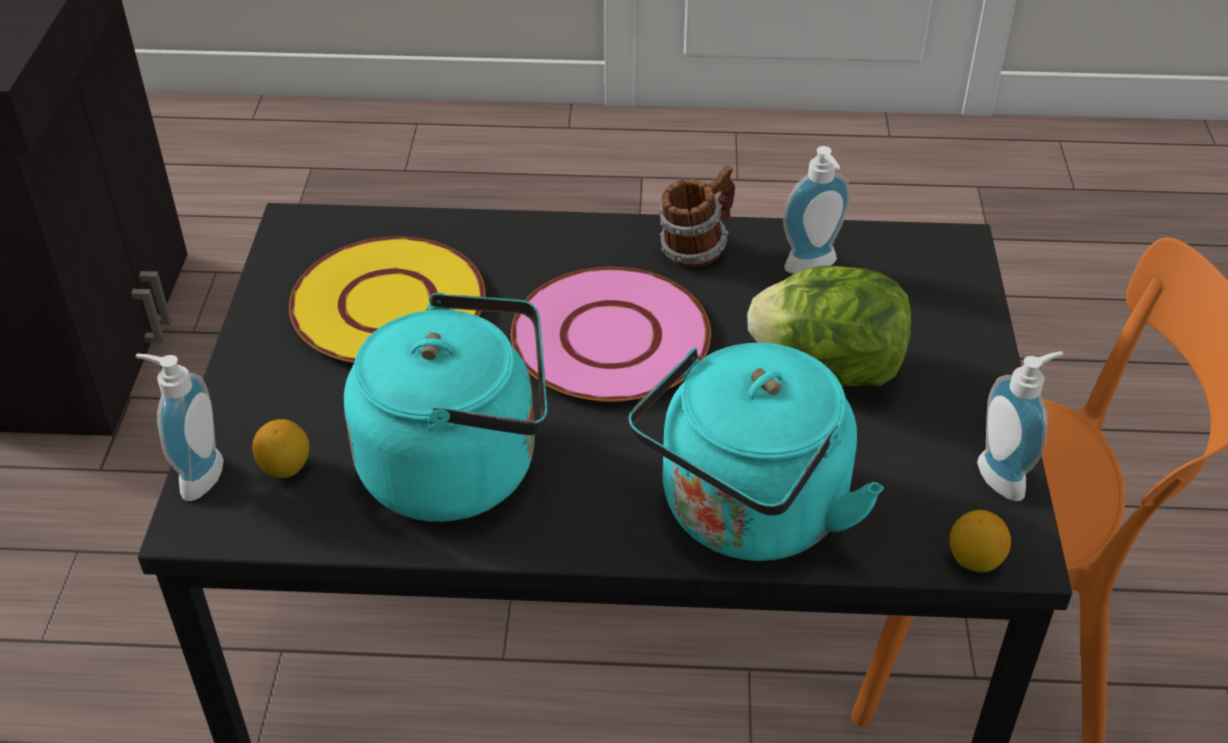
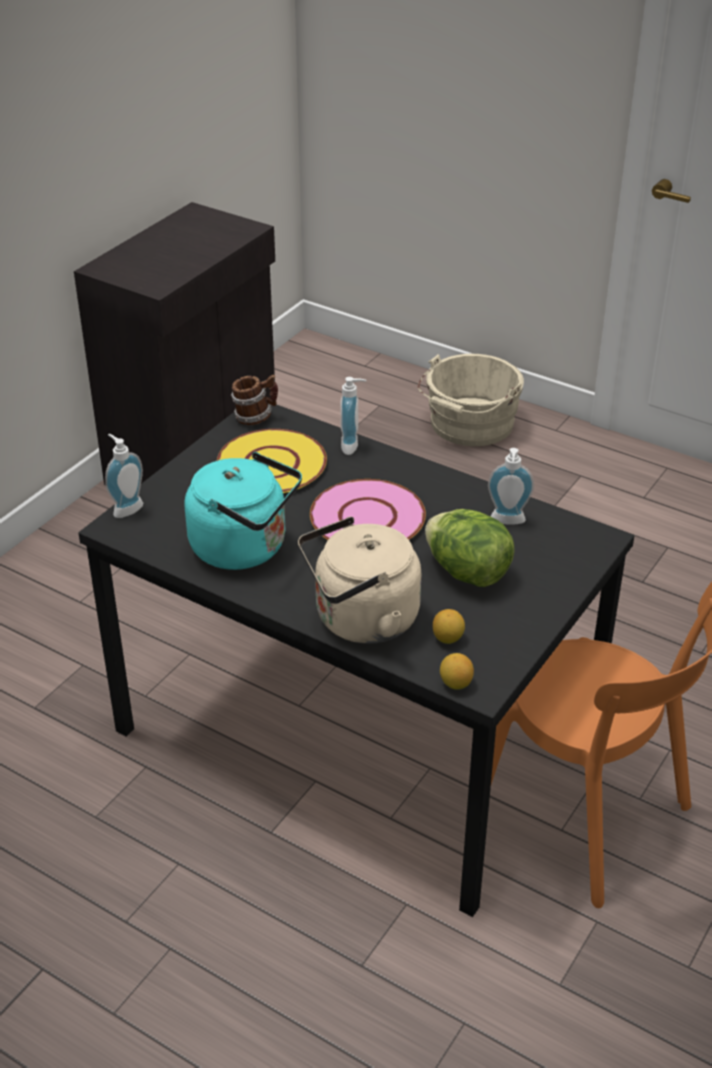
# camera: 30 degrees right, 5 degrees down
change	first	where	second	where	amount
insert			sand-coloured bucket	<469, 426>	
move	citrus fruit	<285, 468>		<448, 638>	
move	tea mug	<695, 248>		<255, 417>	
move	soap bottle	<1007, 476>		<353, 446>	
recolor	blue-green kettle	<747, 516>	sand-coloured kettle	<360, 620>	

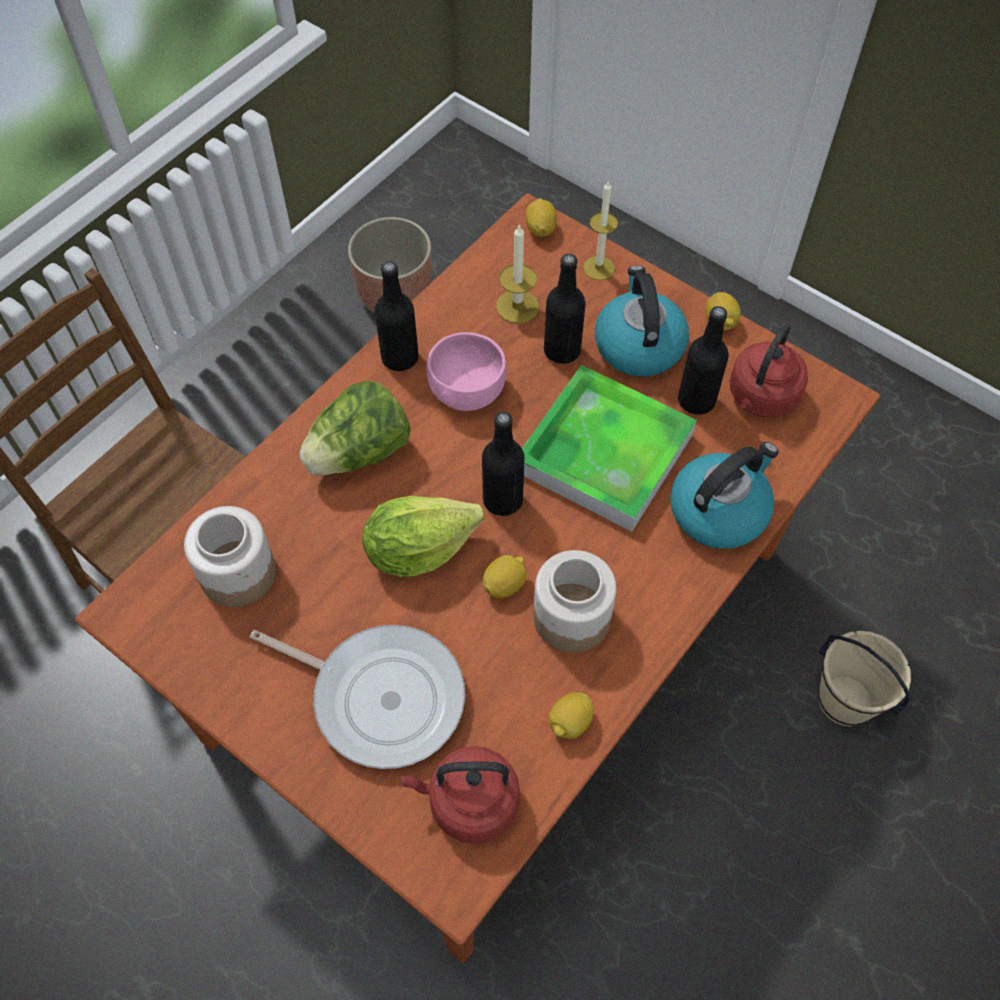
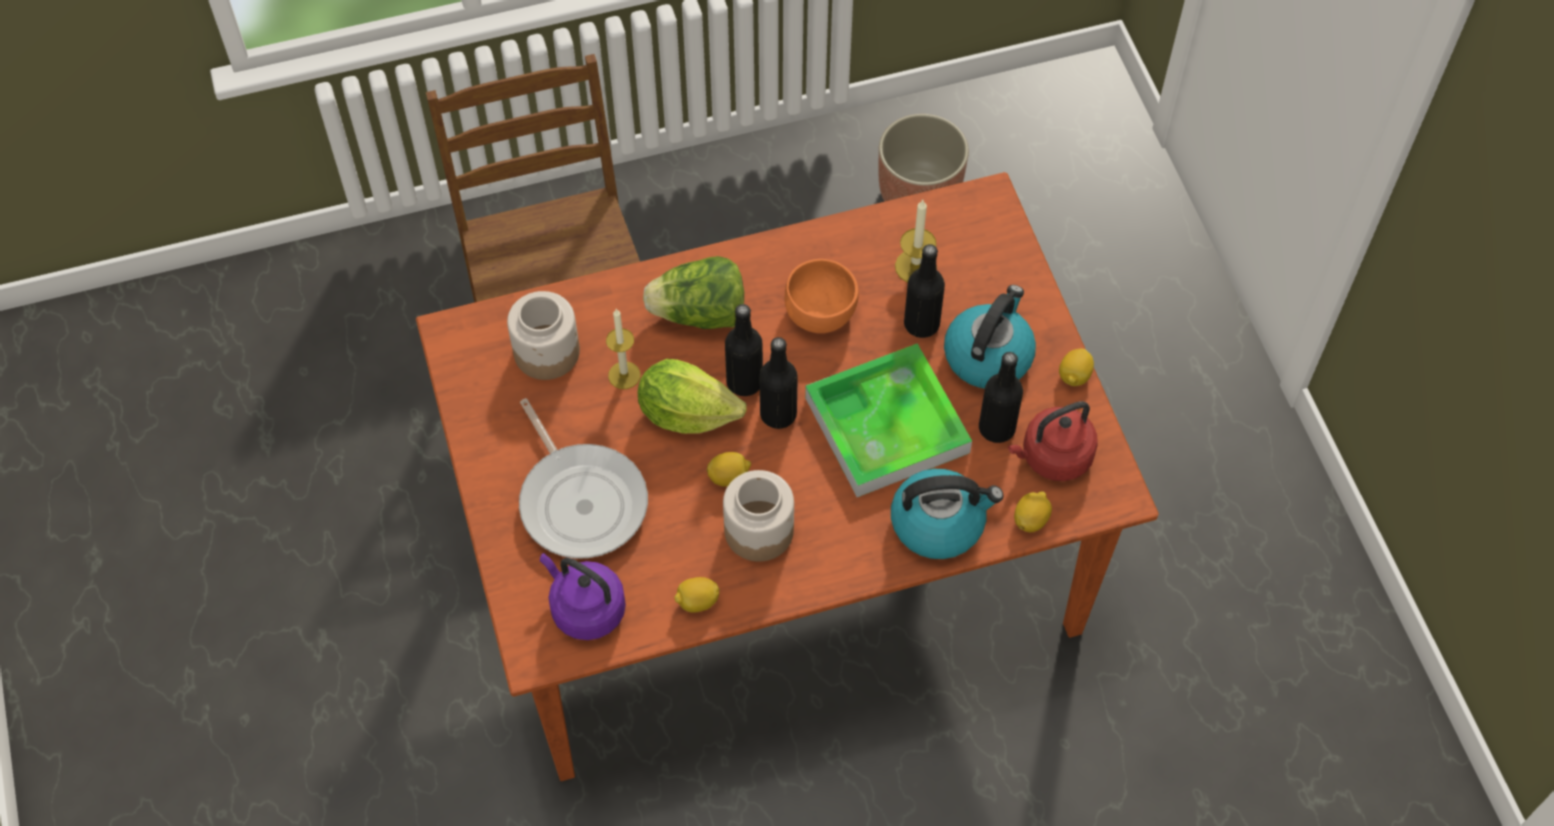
# camera: 35 degrees right, 0 degrees up
change	first	where	second	where	amount
delete	sand-coloured bucket	<846, 700>			
move	black bottle	<400, 358>		<744, 382>	
move	citrus fruit	<540, 229>		<1031, 519>	
move	wax light	<598, 268>		<624, 375>	
recolor	red-coloured kettle	<468, 802>	purplish kettle	<585, 608>	
recolor	pinkish deep dish	<467, 389>	orange deep dish	<821, 311>	

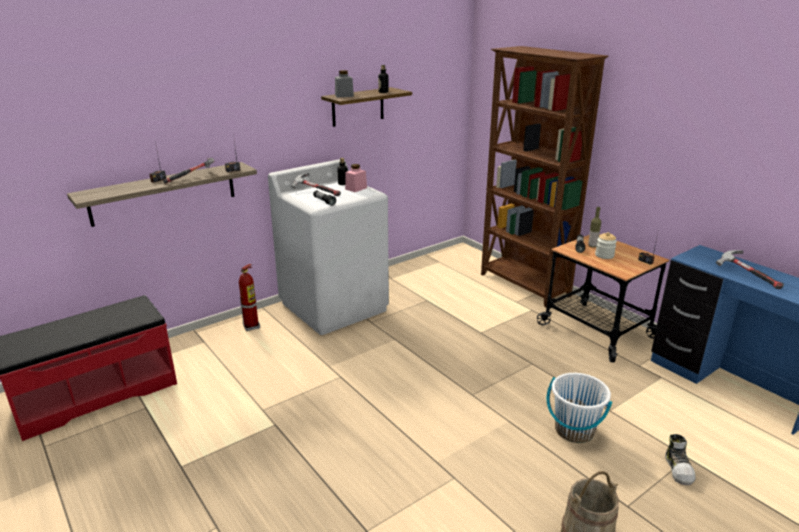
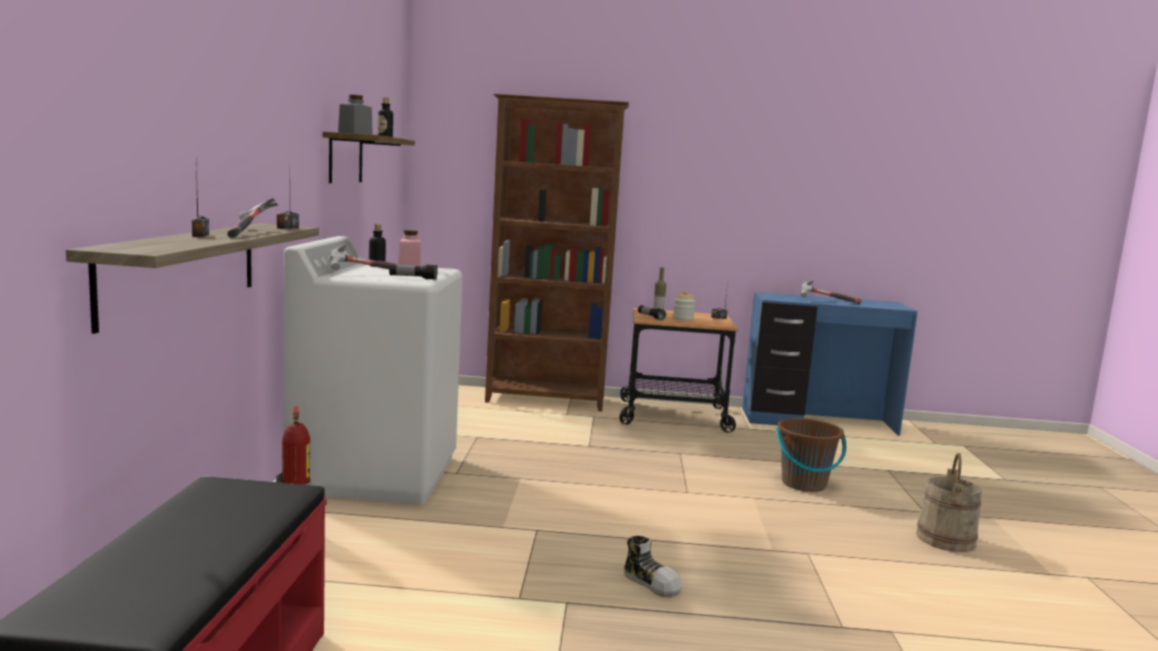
# camera: 50 degrees left, 15 degrees down
change	first	where	second	where	amount
move	low shoe	<679, 468>		<651, 583>	
recolor	whitish bucket	<574, 430>	brown bucket	<804, 484>	

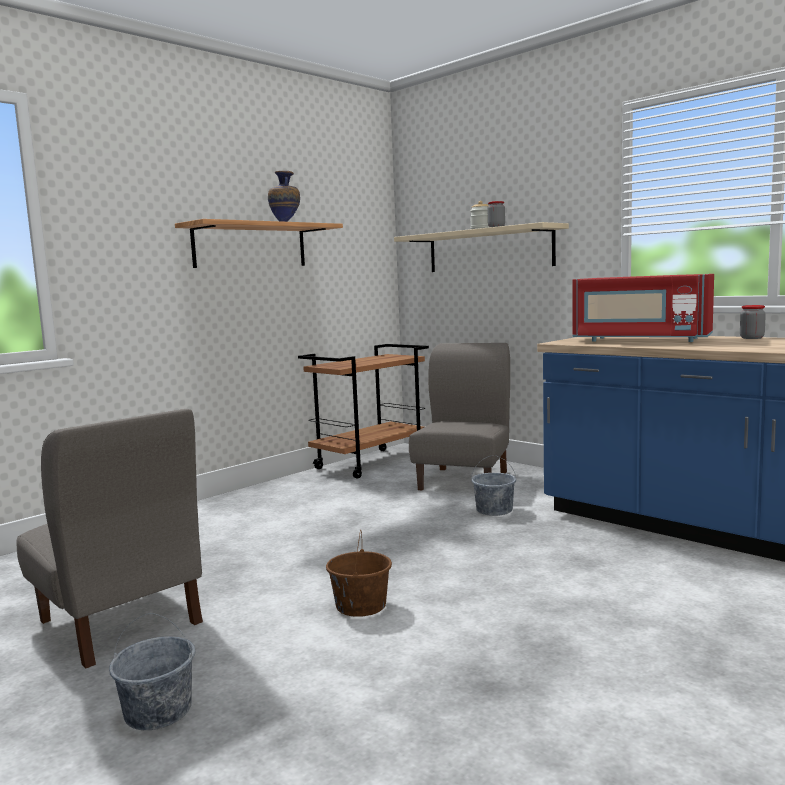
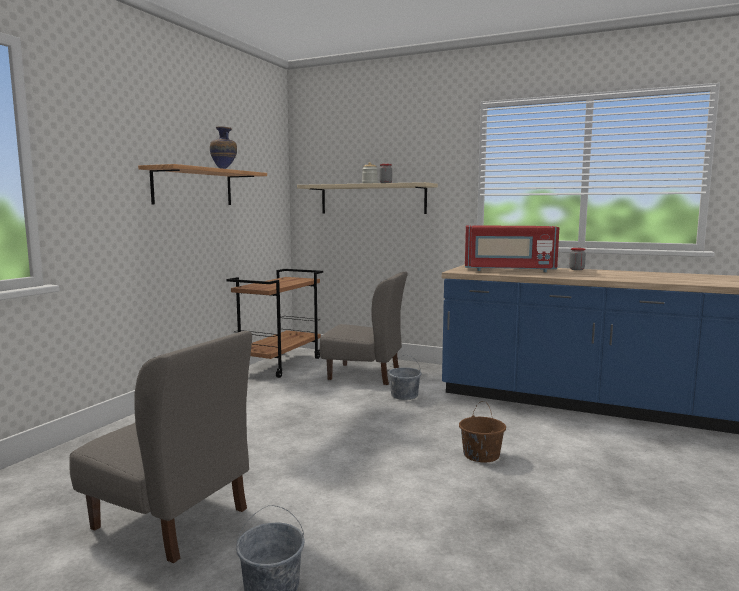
# camera: 20 degrees left, 0 degrees up
change	first	where	second	where	amount
move	brown bucket	<361, 605>		<481, 455>	
rotate	grey upright chair	<464, 480>		<365, 374>	105 degrees clockwise

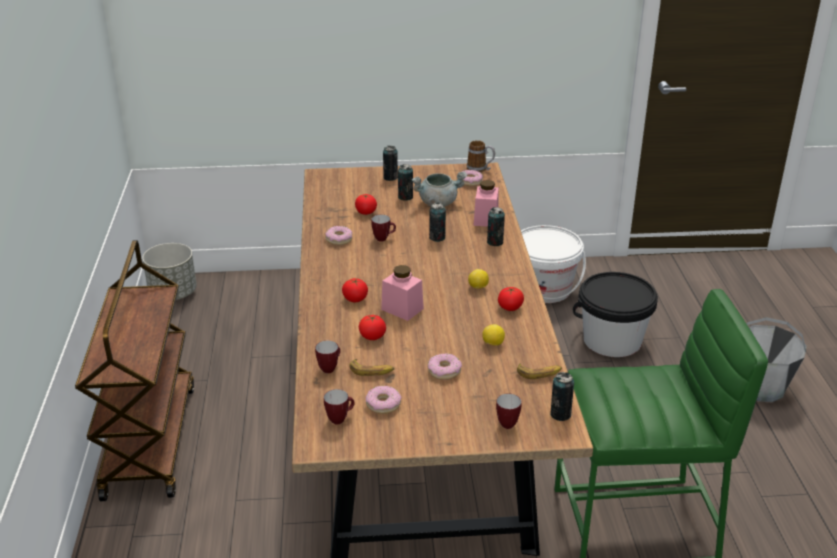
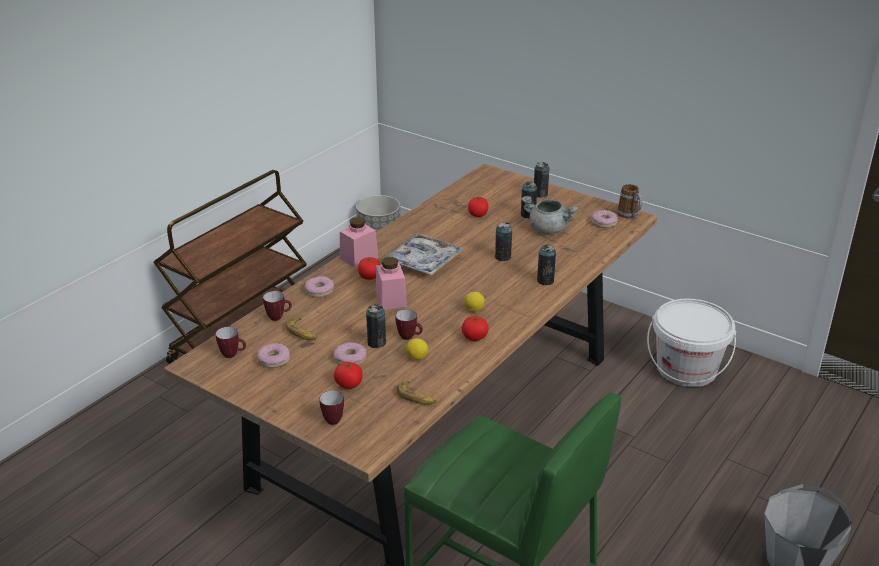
# camera: 40 degrees right, 0 degrees up
change	first	where	second	where	amount
delete	black bucket	<612, 340>			
insert			serving tray	<423, 261>	
move	ring doughnut	<339, 239>		<319, 291>	
move	tomato	<372, 336>		<348, 384>	
move	tea mug	<383, 238>		<409, 337>	
move	pinkish preserve jar	<486, 219>		<359, 257>	
move	sealed can	<560, 414>		<376, 343>	

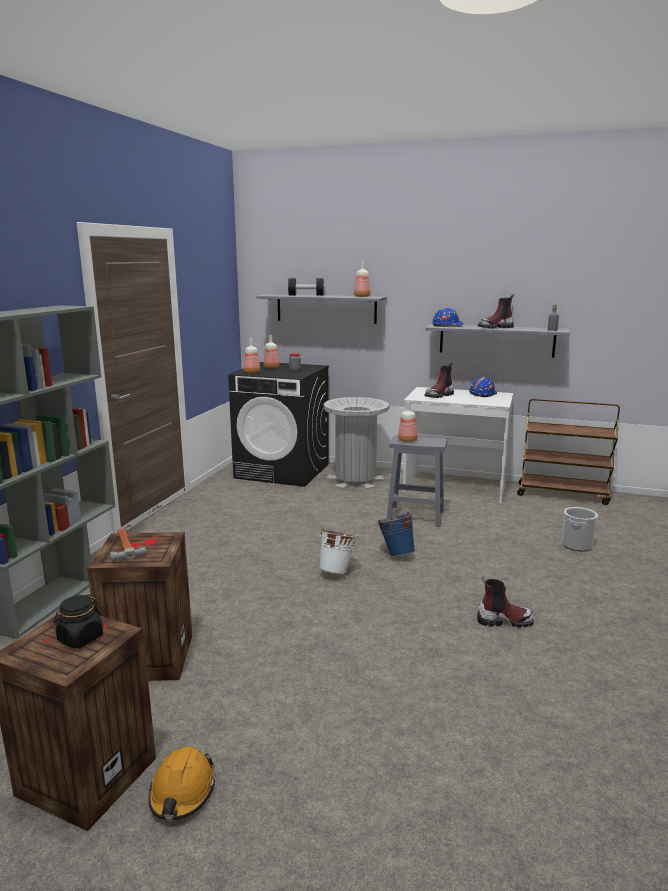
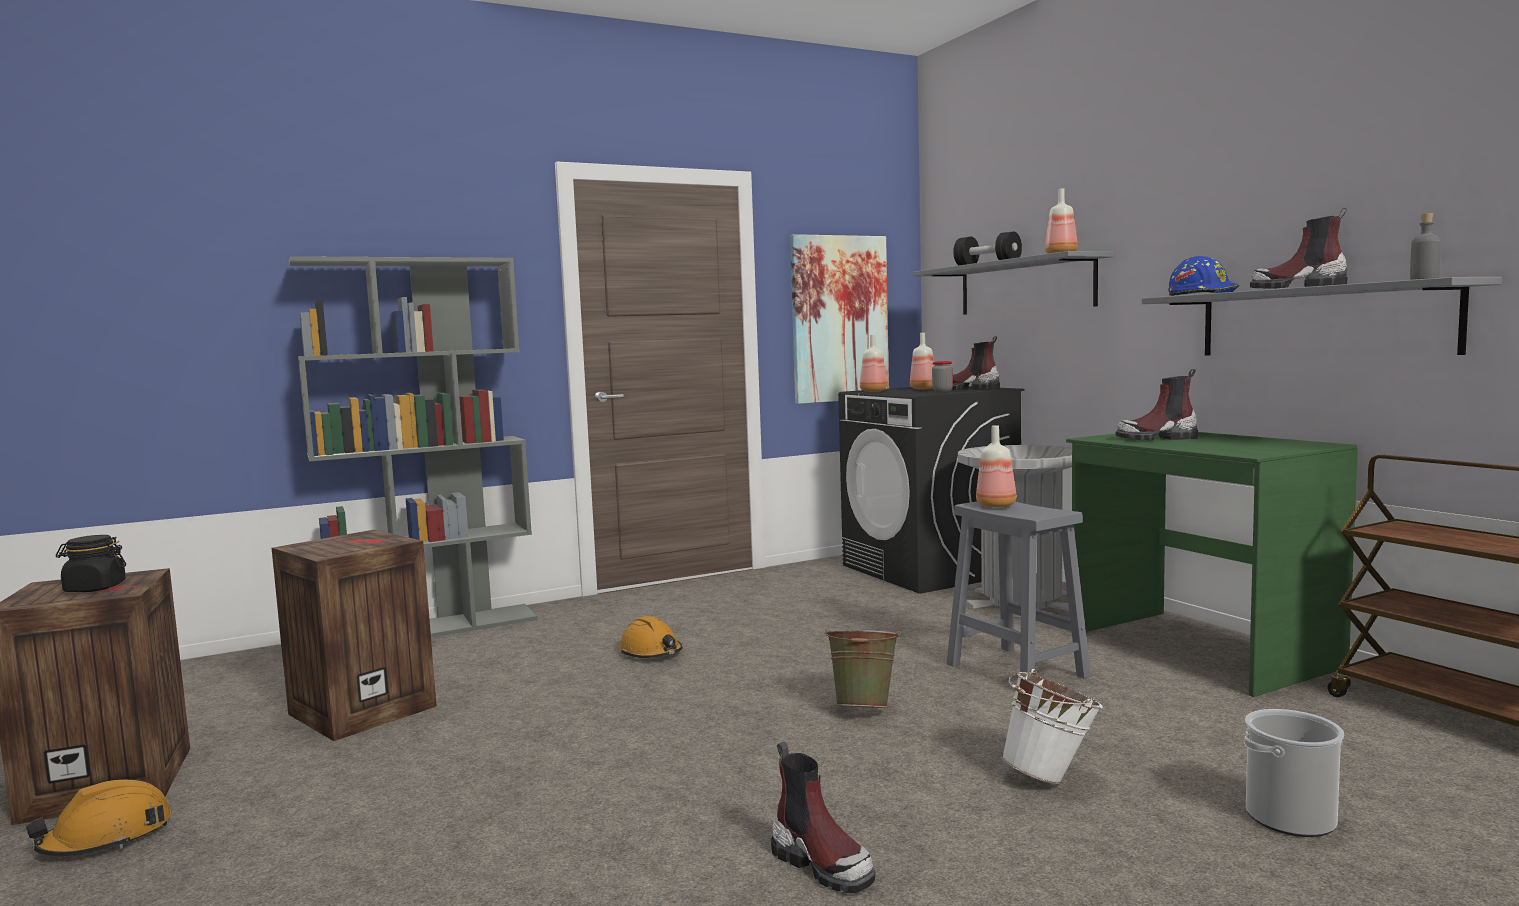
# camera: 45 degrees right, 10 degrees down
change	first	where	second	where	amount
delete	hand hammer	<125, 546>			
delete	blue work helmet	<482, 394>			
insert			orange work helmet	<651, 653>	
insert			picture	<839, 319>	
insert			high-top boot	<970, 389>	
move	whitish bucket	<337, 571>		<1051, 777>	
recolor	blue bucket	<396, 553>	green bucket	<864, 708>	
recolor	whitish desk table	<454, 487>	green desk table	<1198, 649>	

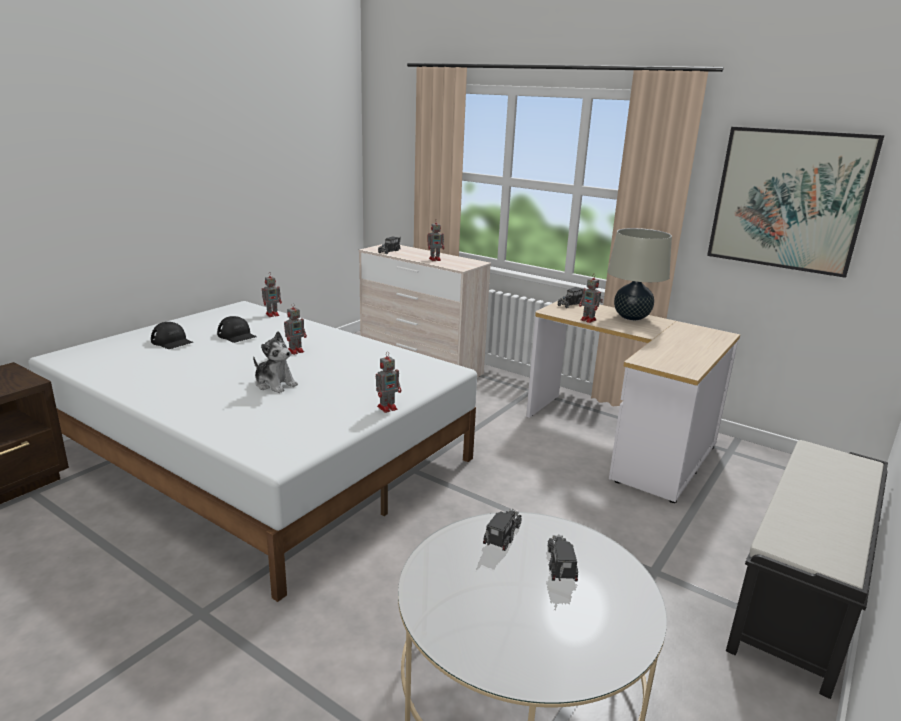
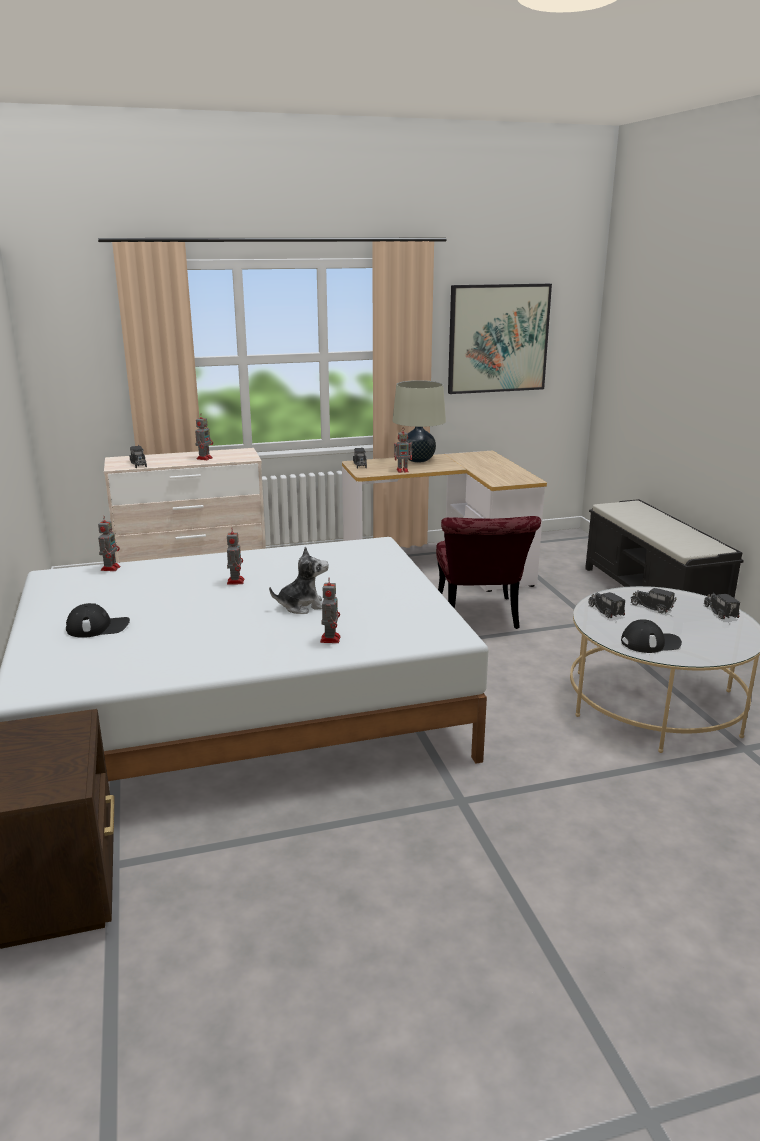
# camera: 50 degrees left, 0 degrees up
change	first	where	second	where	amount
insert			red-coloured upright chair	<479, 618>	
insert			toy truck	<721, 613>	
move	black cap	<237, 335>		<650, 643>	
move	robot figure	<388, 407>		<330, 638>	

